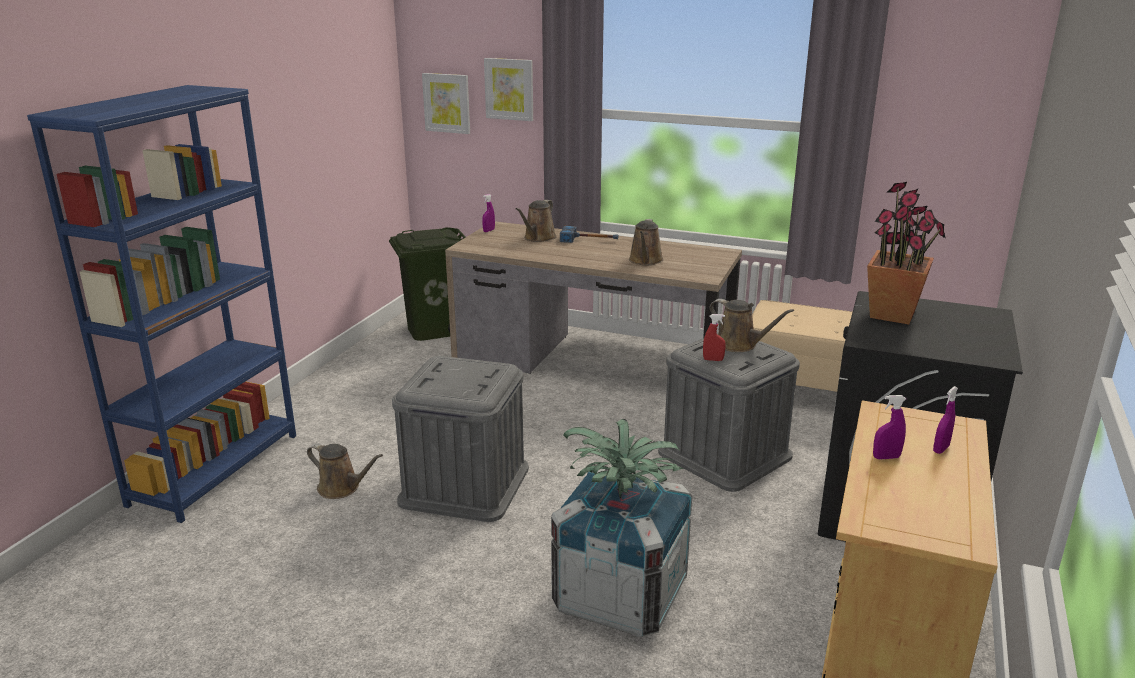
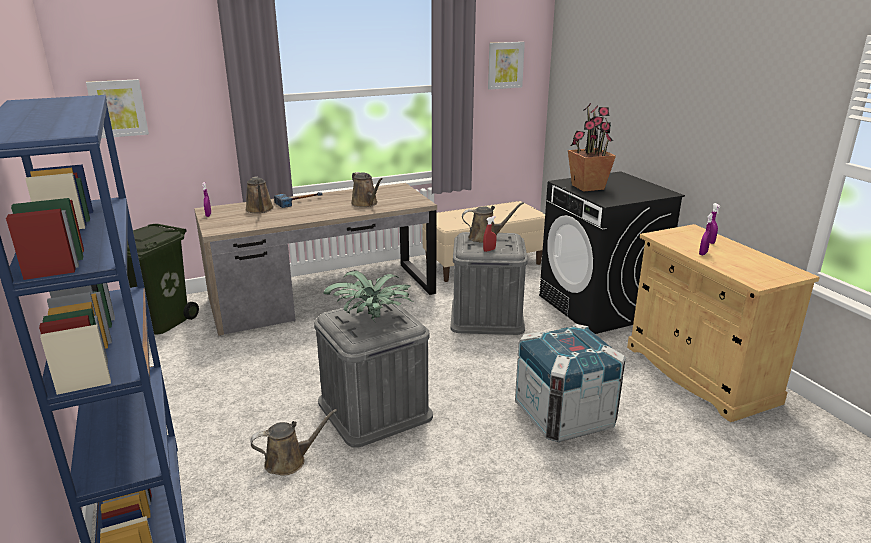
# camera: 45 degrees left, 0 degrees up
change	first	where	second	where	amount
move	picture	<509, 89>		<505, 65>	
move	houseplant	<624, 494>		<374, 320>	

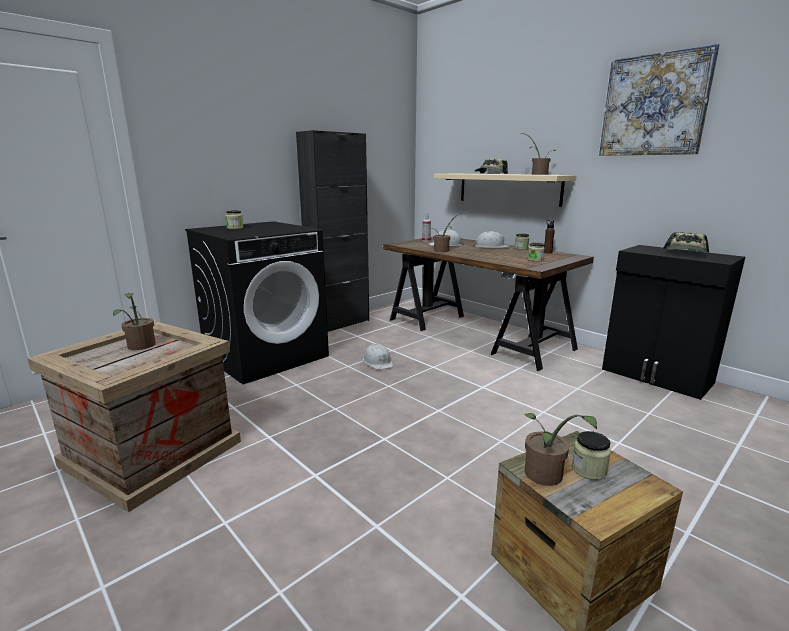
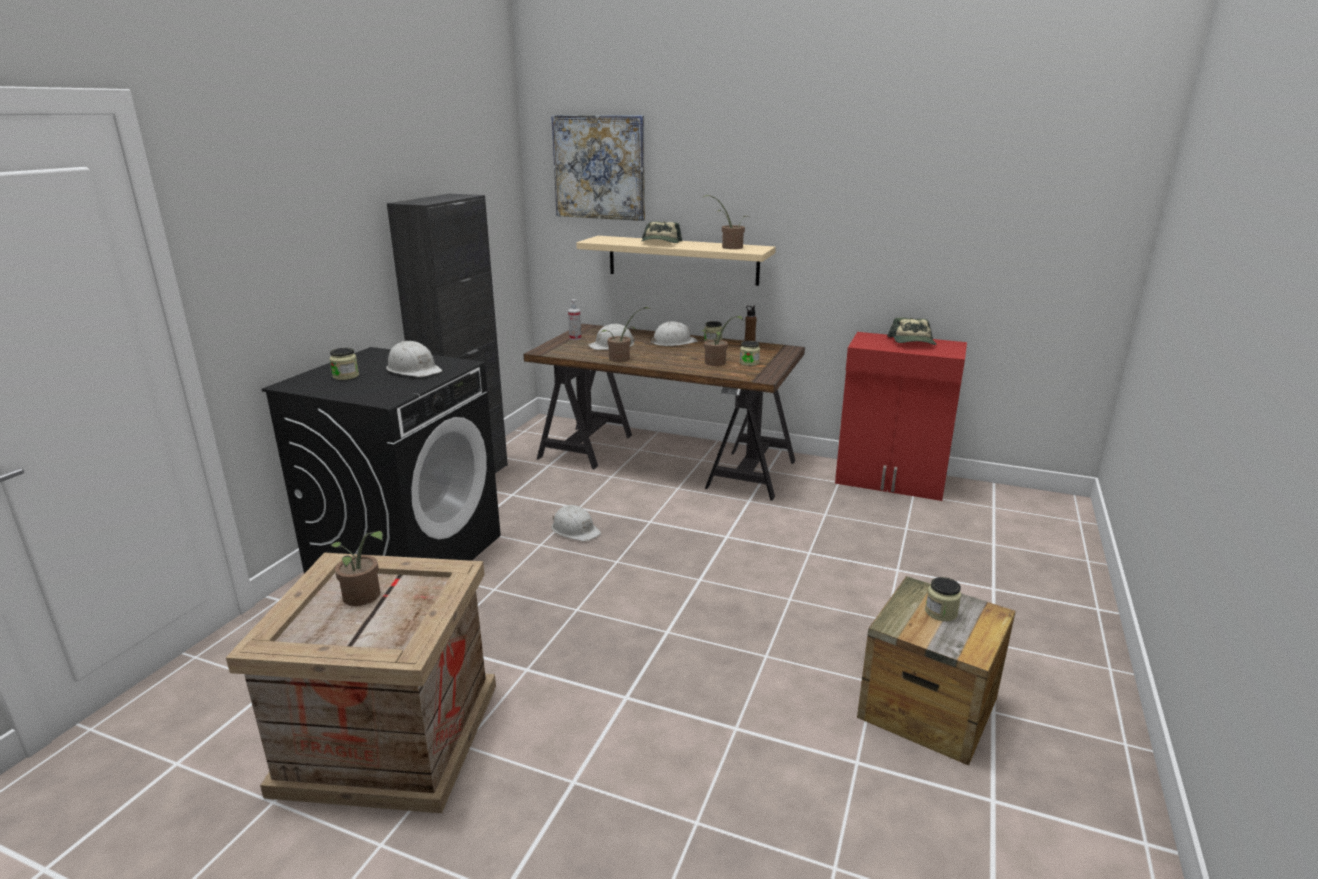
# camera: 25 degrees left, 5 degrees up
change	first	where	second	where	amount
insert			whitish work helmet	<414, 370>	
move	houseplant	<545, 477>		<717, 363>	
move	picture	<654, 105>		<599, 167>	
recolor	black cabinet	<656, 376>	red-coloured cabinet	<891, 481>	

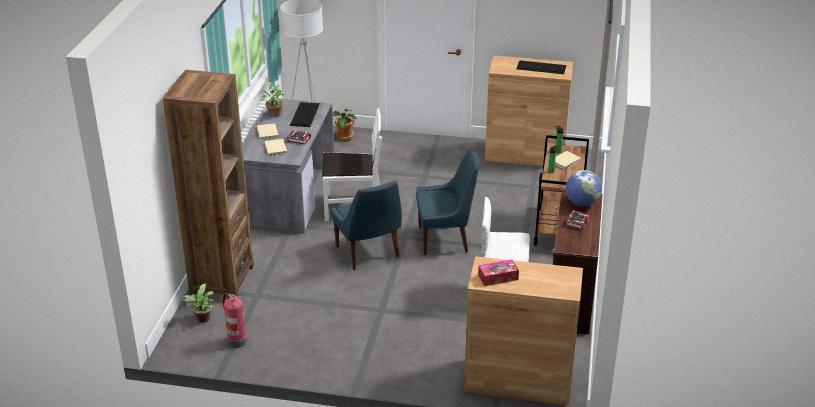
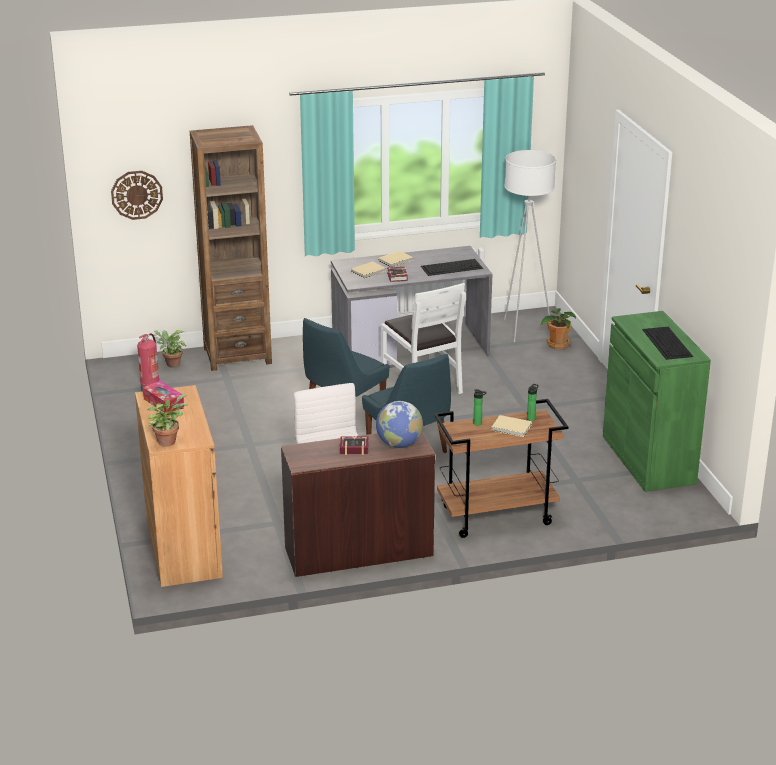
# camera: 65 degrees right, 5 degrees down
change	first	where	second	where	amount
insert			hanging clock	<137, 194>	
move	houseplant	<274, 114>		<168, 441>	
recolor	brown cabinet	<525, 154>	green cabinet	<648, 459>	

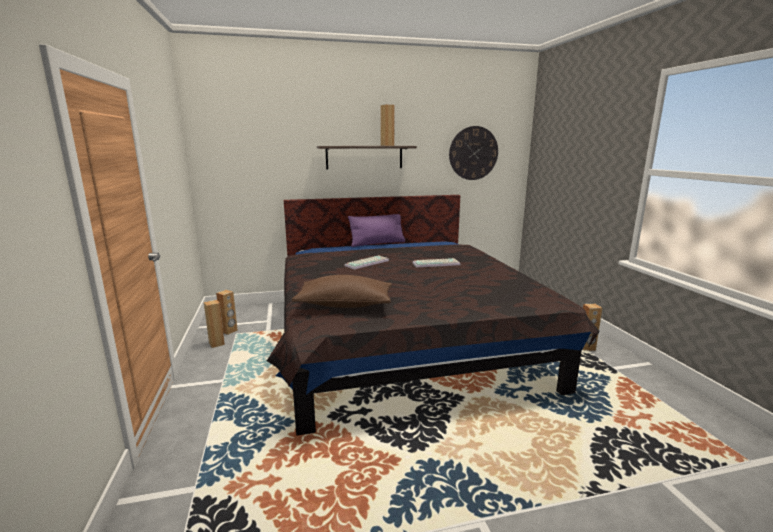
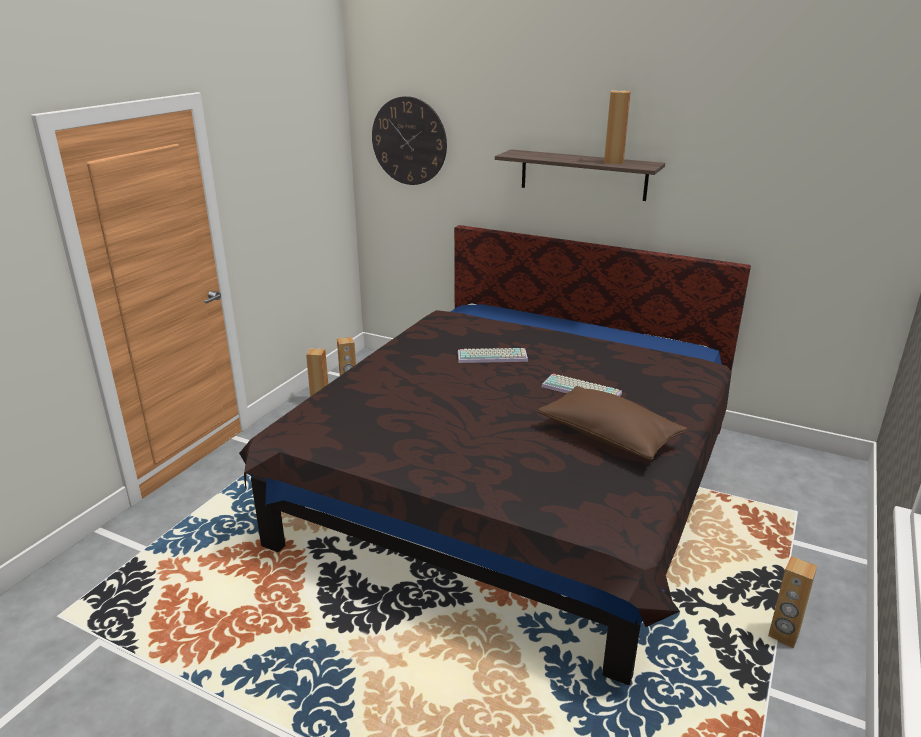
# camera: 40 degrees right, 10 degrees up
change	first	where	second	where	amount
delete	purplish pillow	<377, 243>			
move	brown pillow	<345, 305>		<608, 437>	
move	hanging clock	<473, 153>		<409, 141>	

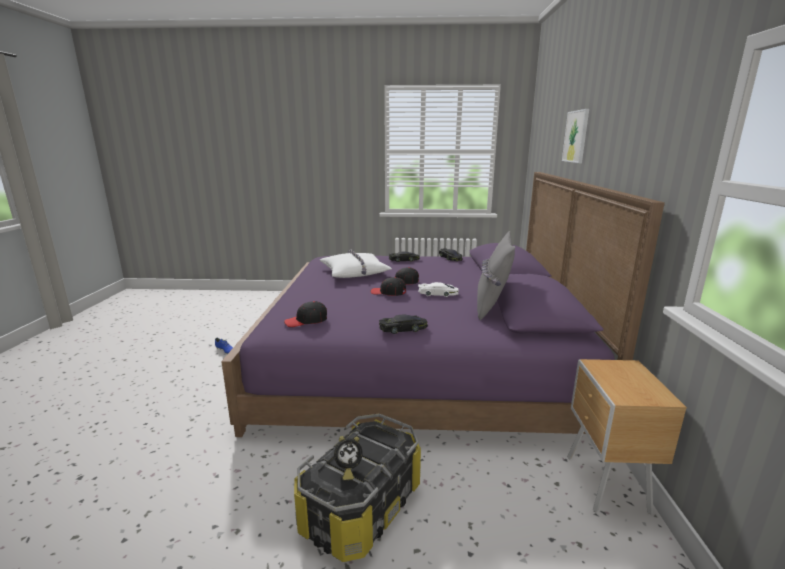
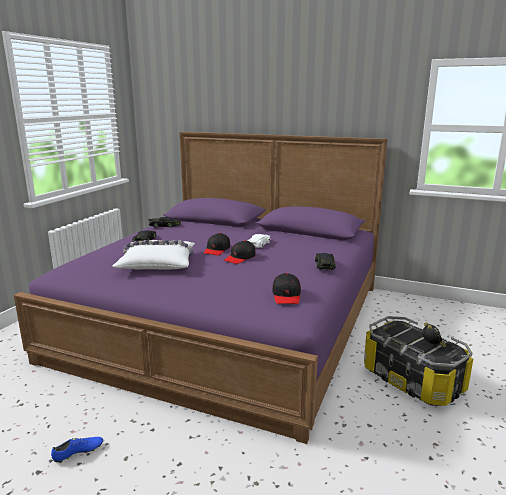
# camera: 70 degrees left, 0 degrees up
change	first	where	second	where	amount
delete	grey pillow	<492, 306>			
delete	picture	<576, 136>			
delete	brown nightstand	<605, 485>			

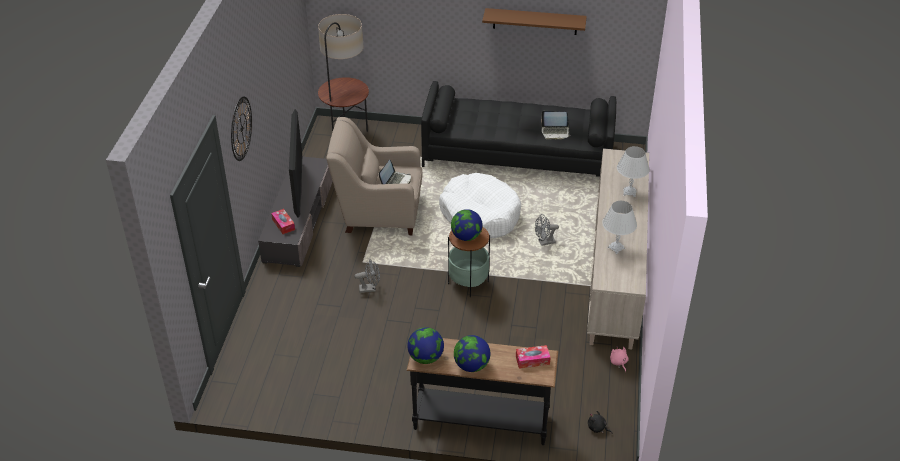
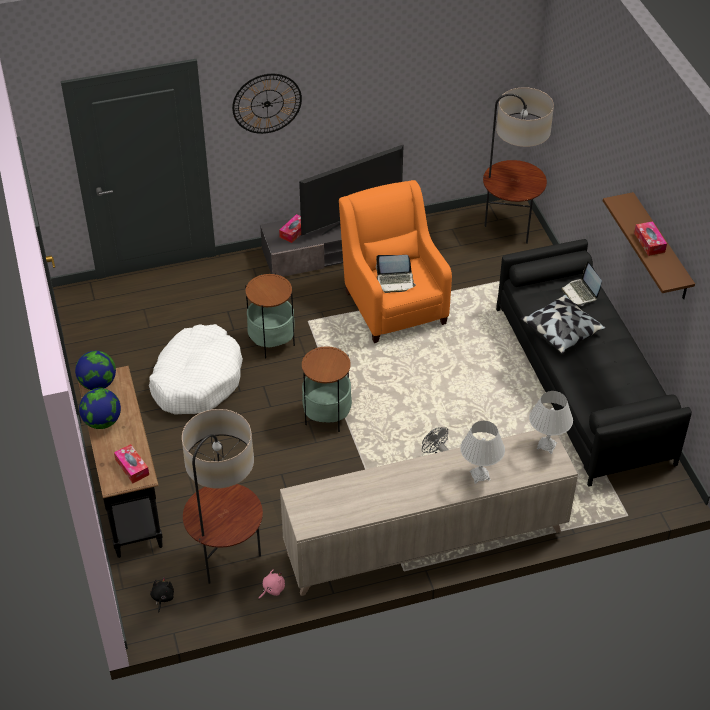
# camera: 65 degrees right, 5 degrees up
change	first	where	second	where	amount
delete	world globe	<466, 236>			
insert			standard lamp	<228, 561>	
insert			pillow	<562, 331>	
insert			tissue box	<649, 242>	
move	whitish dog bed	<480, 214>		<197, 379>	
move	laptop	<555, 132>		<580, 293>	
move	whitish tabletop lamp	<616, 248>		<546, 445>	
replace	grey fan	<370, 288>	side table	<272, 341>	
recolor	sand-coloured lounge chair	<379, 212>	orange lounge chair	<394, 304>	

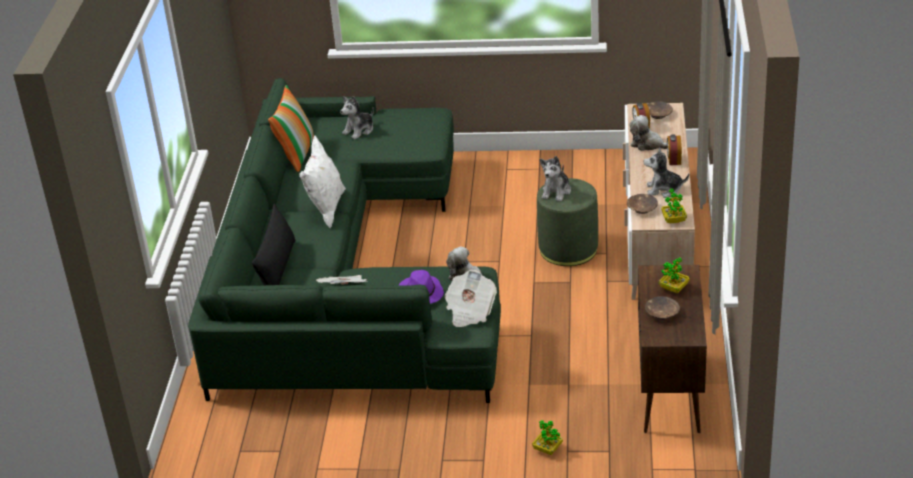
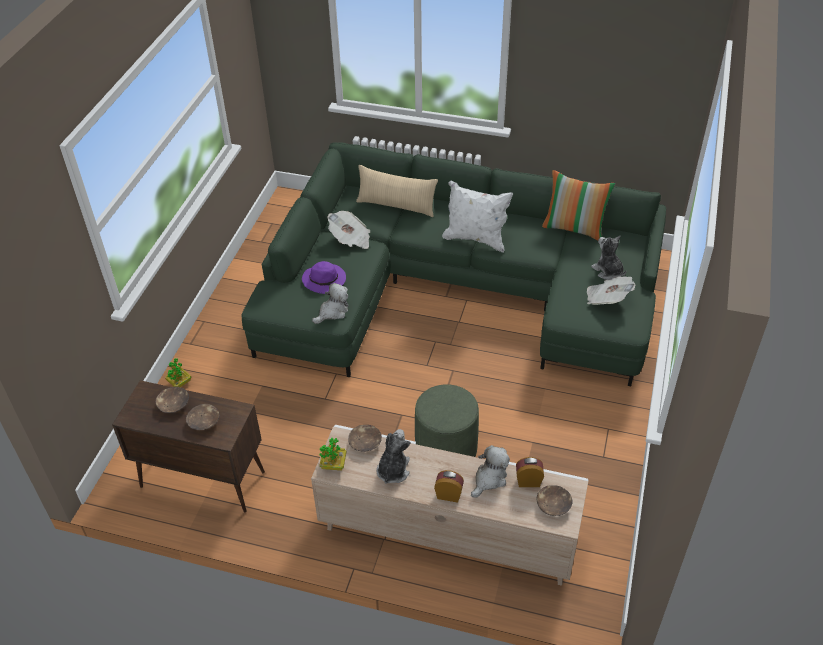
# camera: 100 degrees right, 10 degrees up
change	first	where	second	where	amount
delete	plush toy	<556, 191>			
move	newspaper	<470, 311>		<607, 299>	
replace	houseplant	<674, 288>	brown deep dish	<204, 422>	
recolor	black pillow	<277, 269>	sand-coloured pillow	<396, 206>	

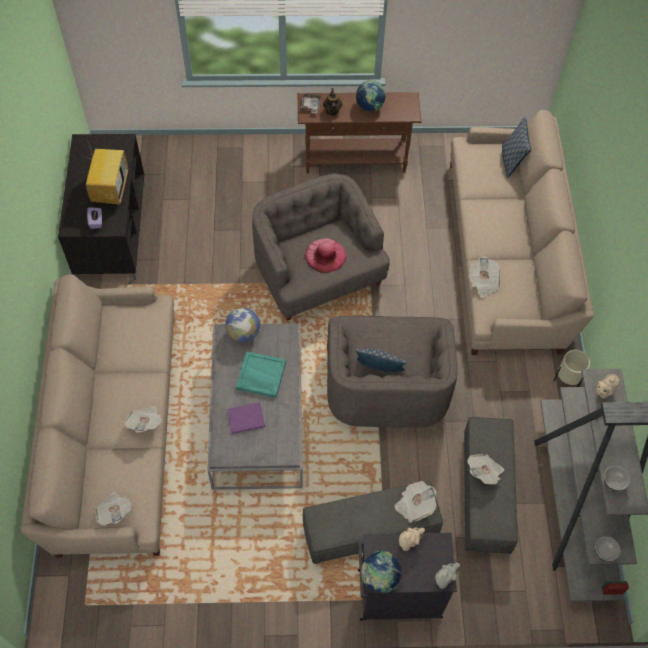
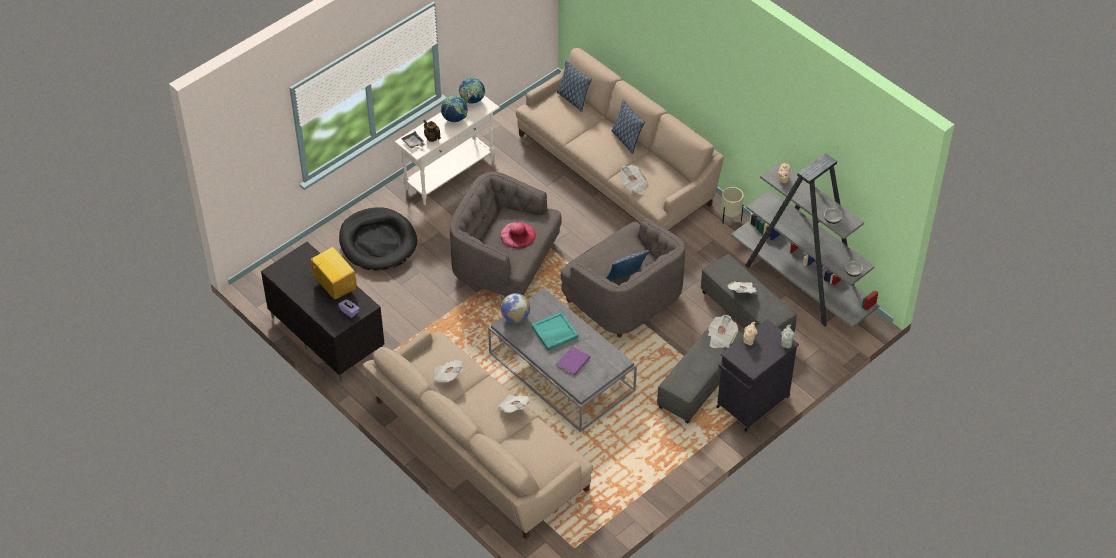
# camera: 40 degrees left, 10 degrees down
change	first	where	second	where	amount
insert			black dog bed	<378, 242>	
insert			pillow	<626, 139>	
move	newspaper	<114, 511>		<447, 376>	
move	world globe	<379, 578>		<472, 100>	
recolor	brown narrow table	<355, 161>	whitish narrow table	<450, 174>	

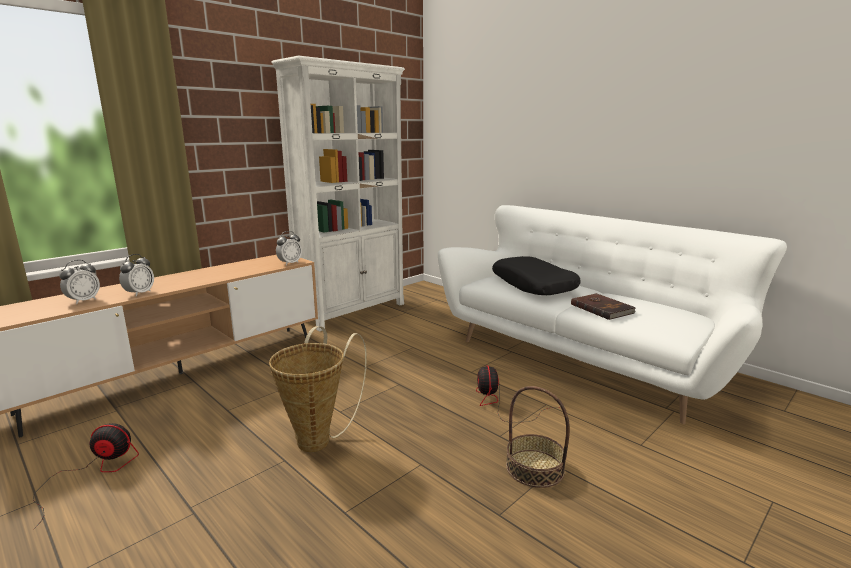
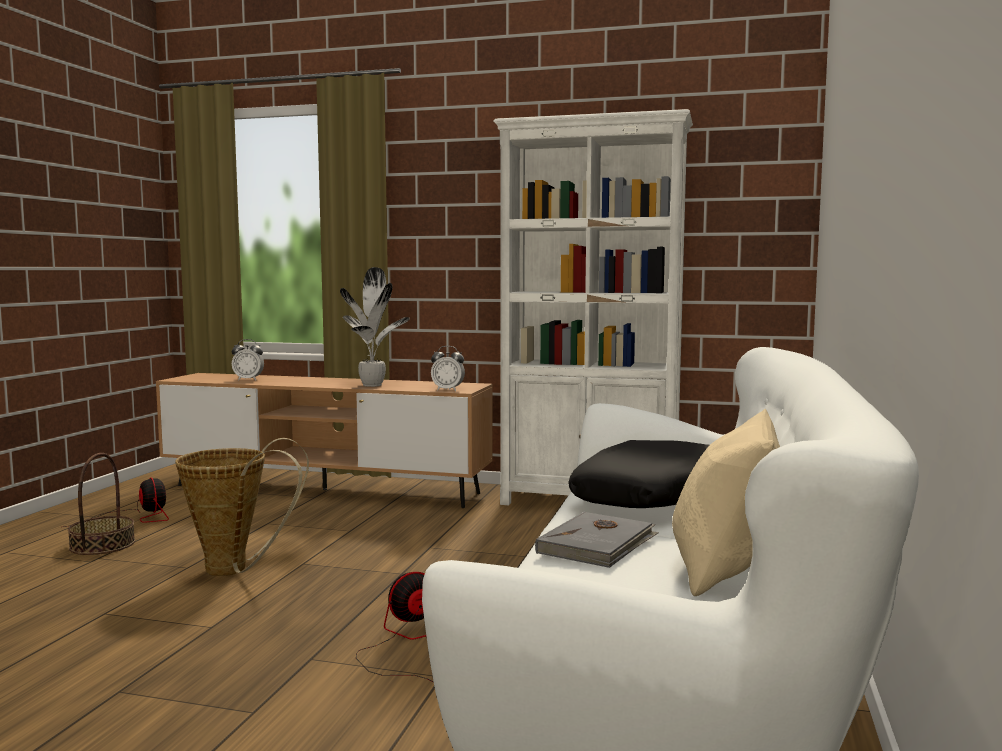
# camera: 60 degrees right, 10 degrees down
change	first	where	second	where	amount
delete	alarm clock	<139, 293>			
insert			houseplant	<373, 385>	
insert			sand-coloured pillow	<728, 568>	
move	basket	<535, 468>		<102, 545>	
recolor	brown bound book	<602, 308>	grey bound book	<598, 544>	

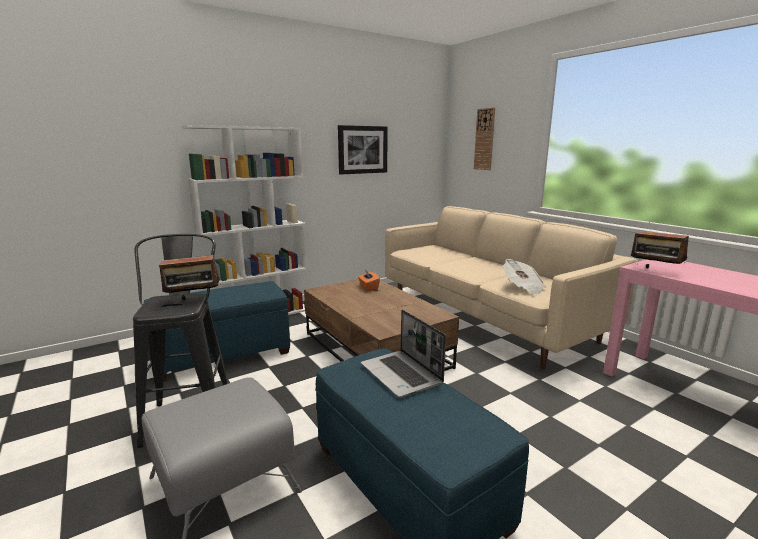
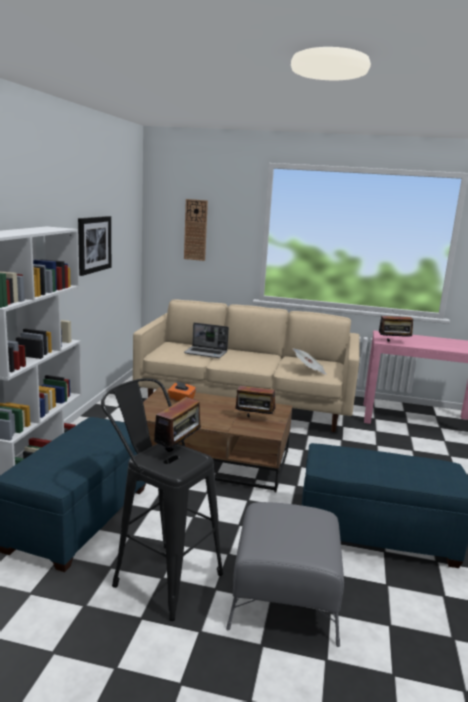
# camera: 45 degrees left, 0 degrees up
change	first	where	second	where	amount
insert			radio set	<254, 419>	
move	laptop	<402, 375>		<206, 353>	

